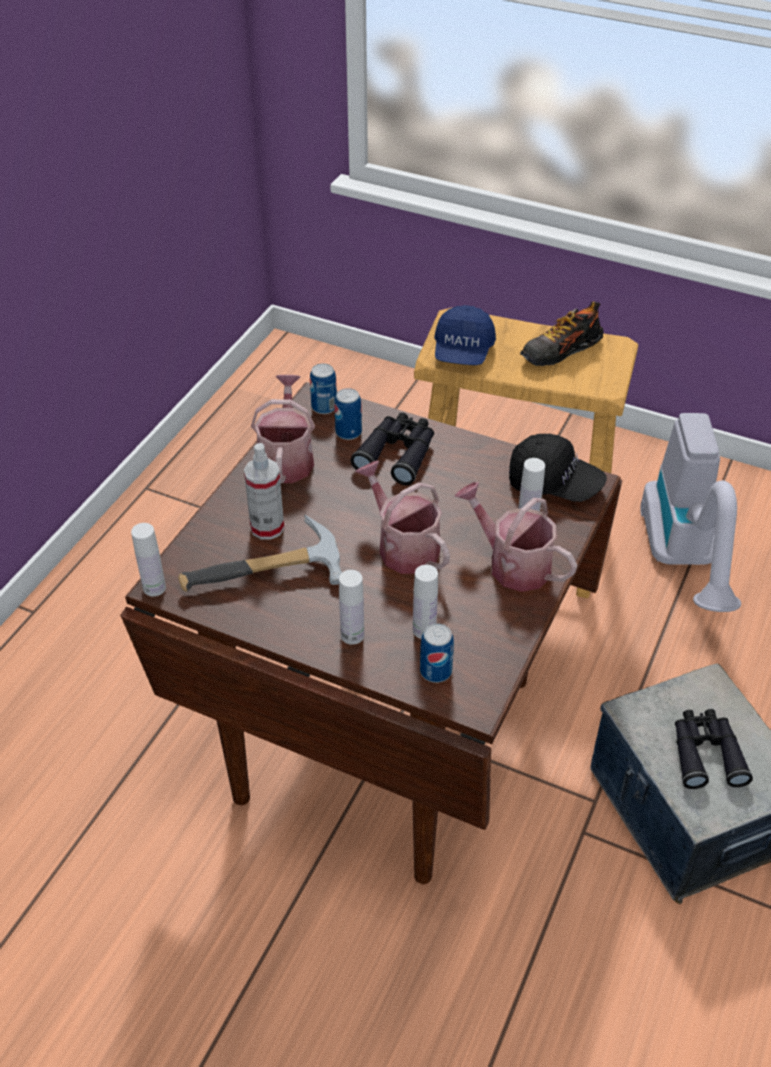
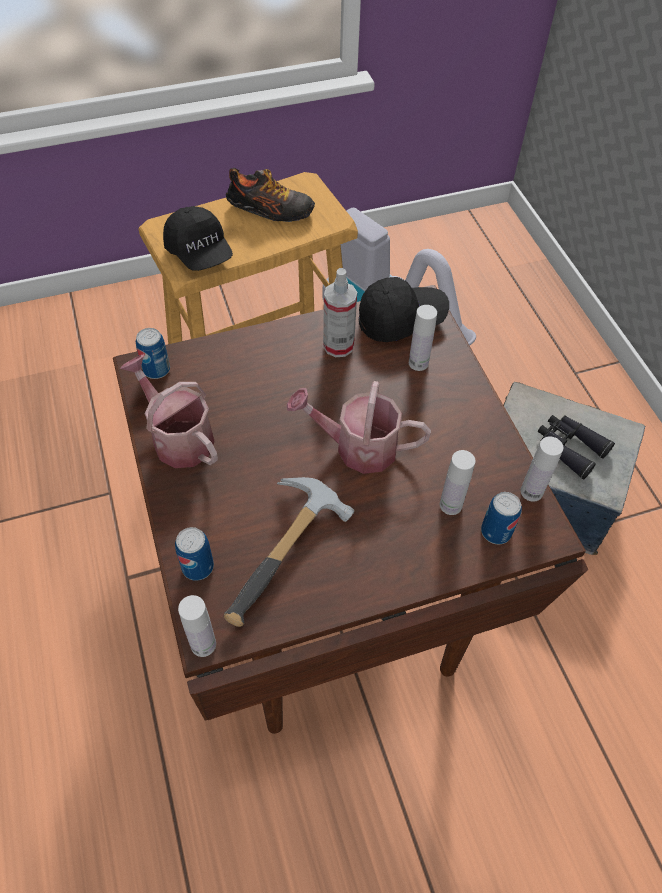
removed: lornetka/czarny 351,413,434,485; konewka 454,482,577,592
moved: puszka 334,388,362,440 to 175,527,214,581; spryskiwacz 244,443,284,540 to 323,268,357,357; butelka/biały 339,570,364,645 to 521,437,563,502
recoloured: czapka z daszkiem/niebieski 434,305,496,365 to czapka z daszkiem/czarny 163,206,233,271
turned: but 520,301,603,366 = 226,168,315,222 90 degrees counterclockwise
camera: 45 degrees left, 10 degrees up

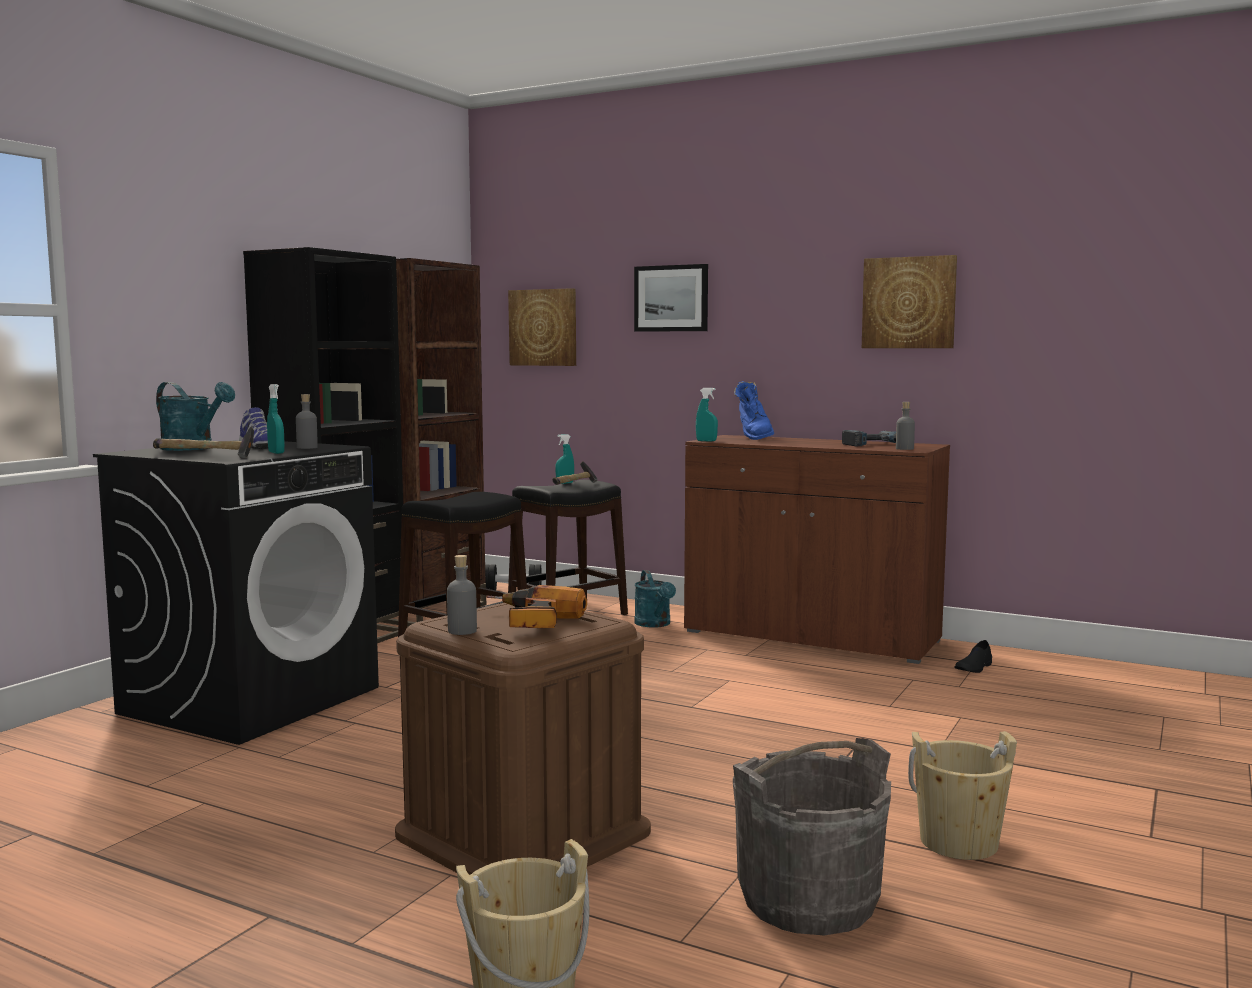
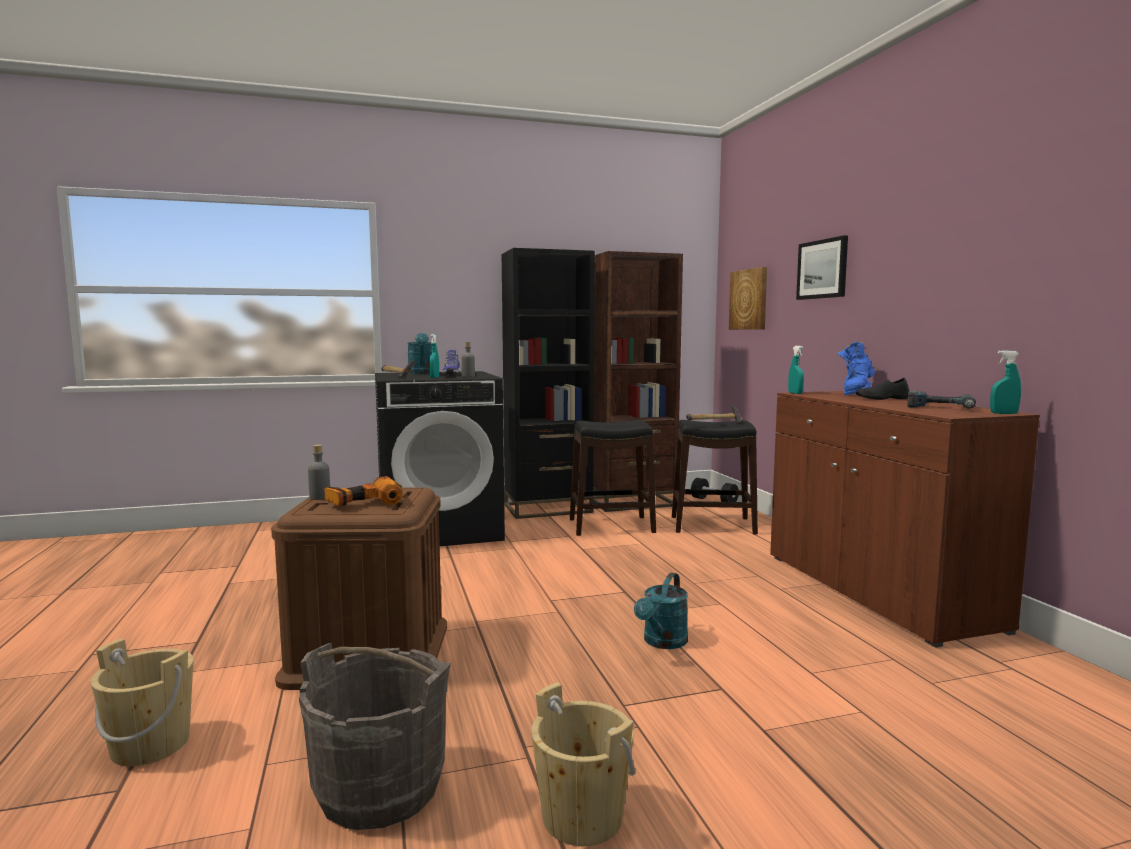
removed: obraz 862,255,957,348; butelka/szary 896,402,915,450
moved: spryskiwacz/turkusowy 555,434,574,484 to 990,350,1021,414; konewka/turkusowy 634,570,676,628 to 634,573,688,649; but/czarny 954,640,992,673 to 856,378,909,400
camera: 45 degrees right, 0 degrees up

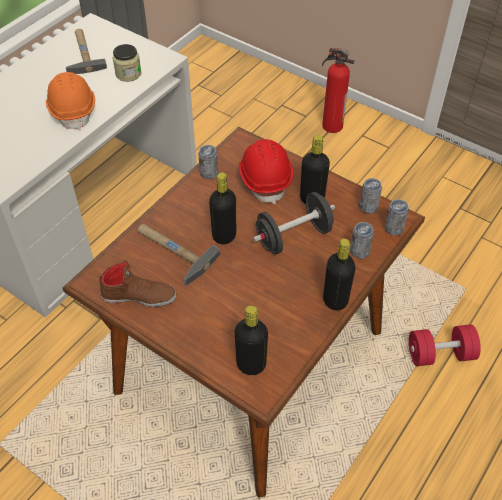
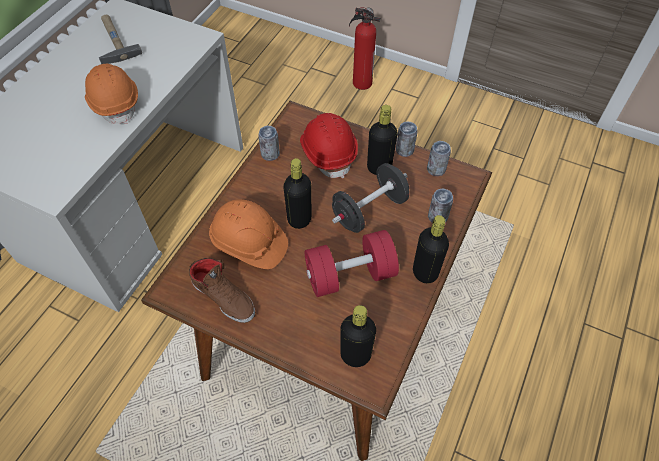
removed: słoik 113,44,141,82
moved: puszka 384,199,409,235 to 396,122,418,157; hantel/czerwony 409,324,481,366 to 305,230,399,297
replaced: młotek 138,224,220,286 to kask/pomarańczowy 209,199,288,269
turned: but/brązowy 99,260,176,307 = 189,258,255,323 45 degrees clockwise
camera: 10 degrees left, 5 degrees up

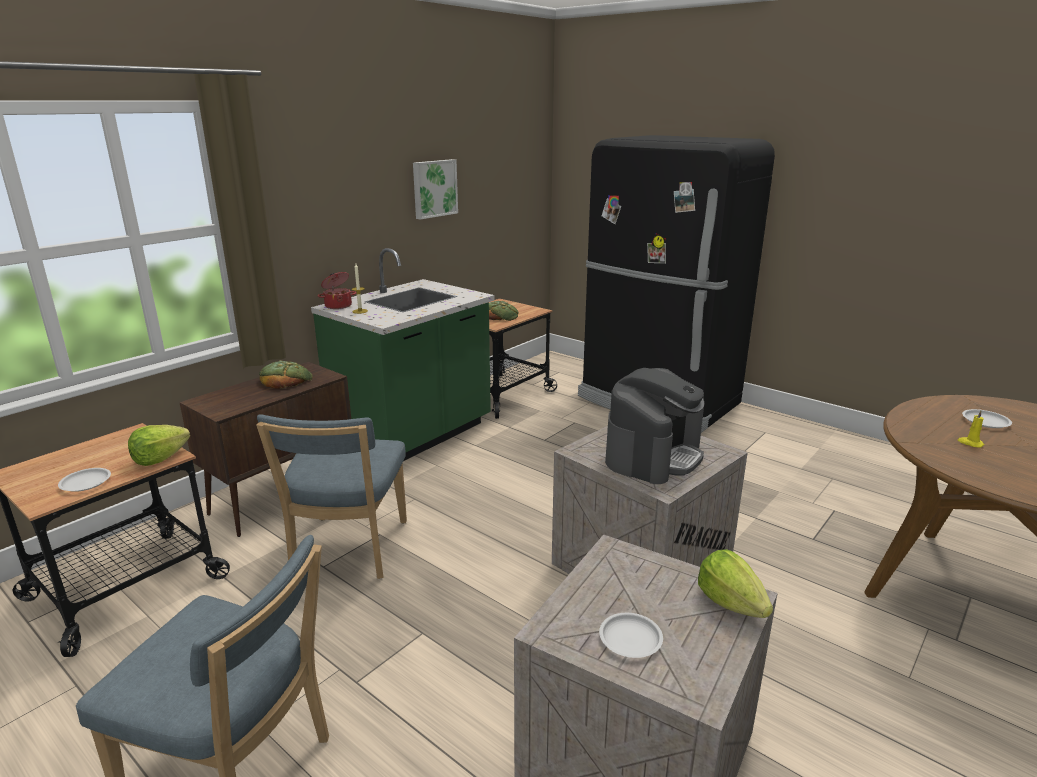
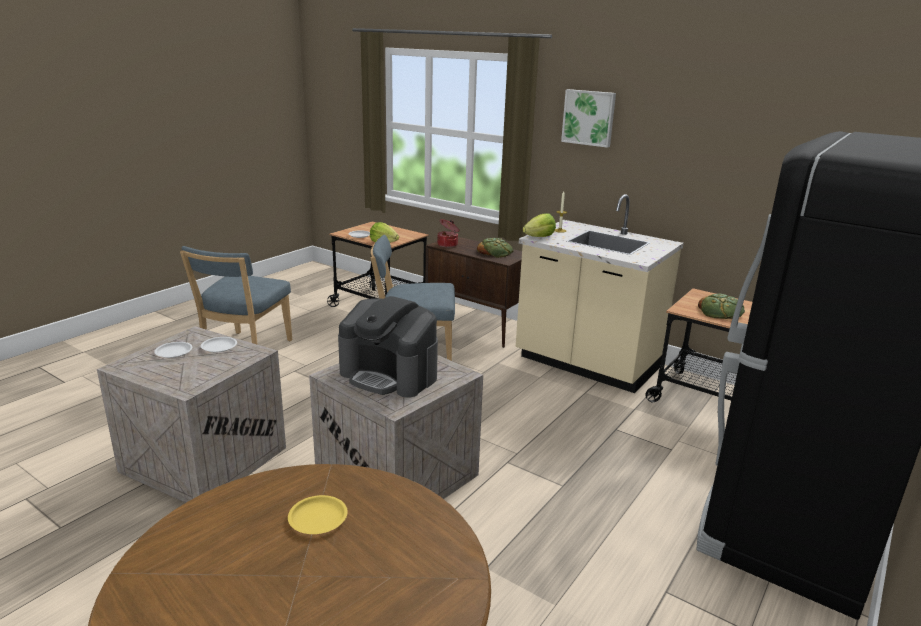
moved: obraz 413,159,458,220 to 561,89,616,148; garnek 318,272,356,309 to 437,219,459,248; talerz/biały 962,409,1012,428 to 201,337,237,352; sałata 698,549,773,618 to 523,213,556,237
replaced: świeca/żółty 958,410,985,448 to talerz/żółty 288,495,348,534
recoloured: zabudowa kuchenna/zielony 311,248,494,461 to zabudowa kuchenna/beżowy 516,194,684,393
camera: 85 degrees right, 0 degrees up

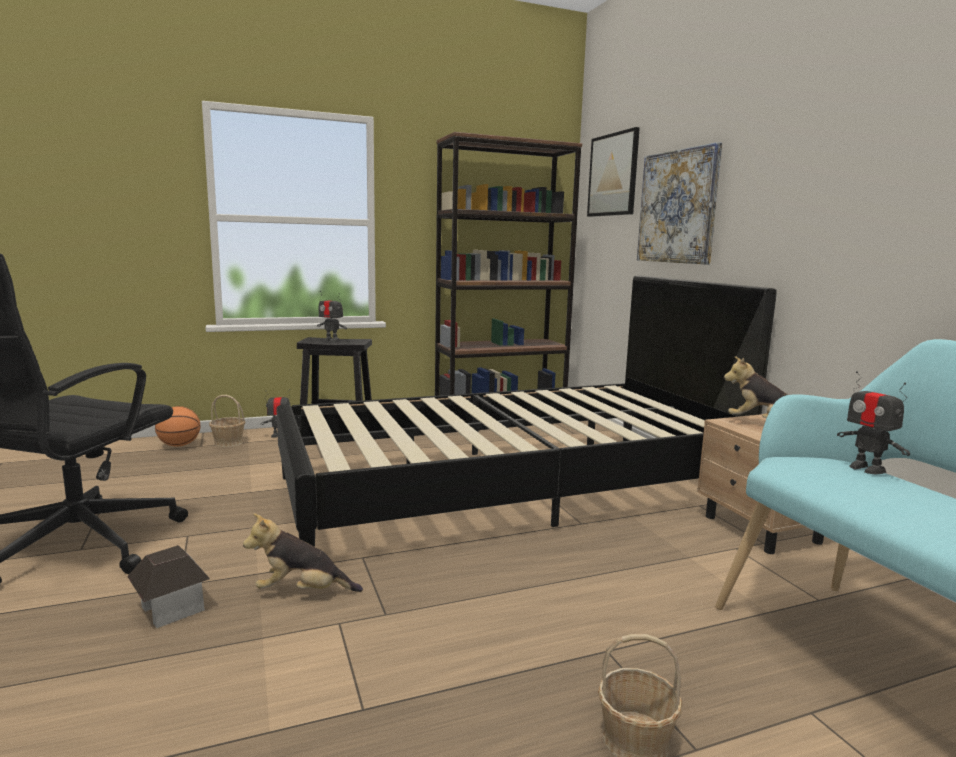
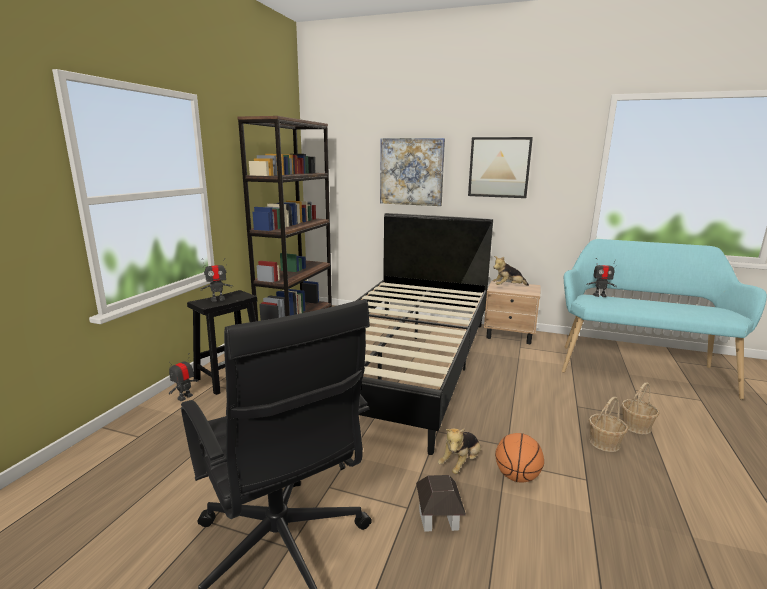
moved: obraz 587,127,640,217 to 468,137,533,198; koszyk 209,395,245,447 to 589,397,628,452; piłka do koszykówki 155,406,200,447 to 495,433,544,483
camera: 50 degrees left, 5 degrees up

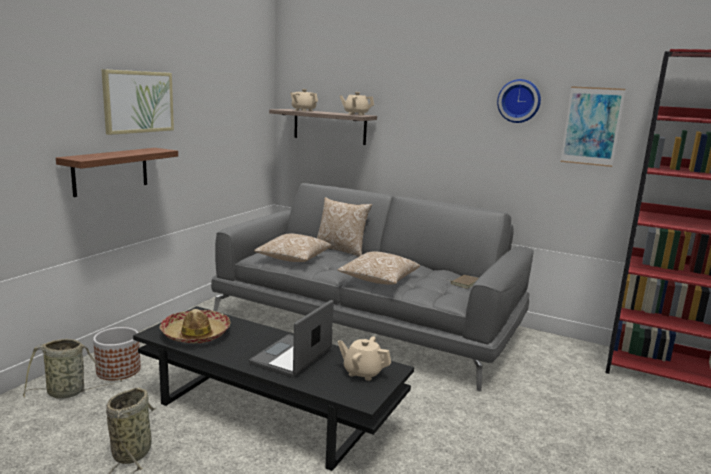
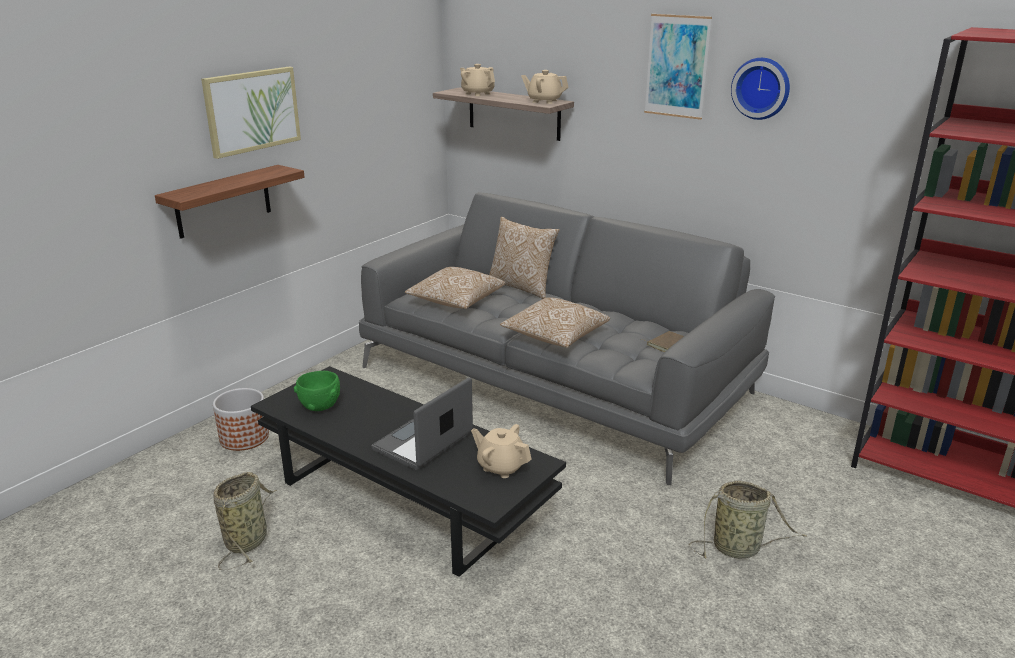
moved: obraz 560,86,625,167 to 644,14,712,120; koszyk 23,338,123,399 to 689,481,806,559
replaced: kapelusz 159,309,231,343 to miska/zielony 294,371,340,411
camera: 10 degrees right, 10 degrees up

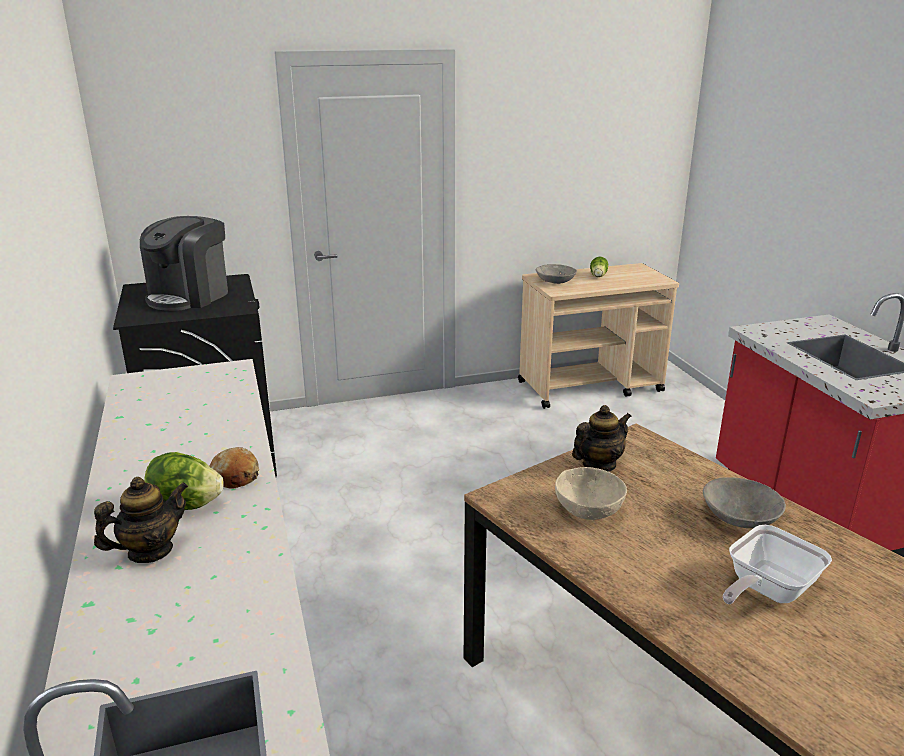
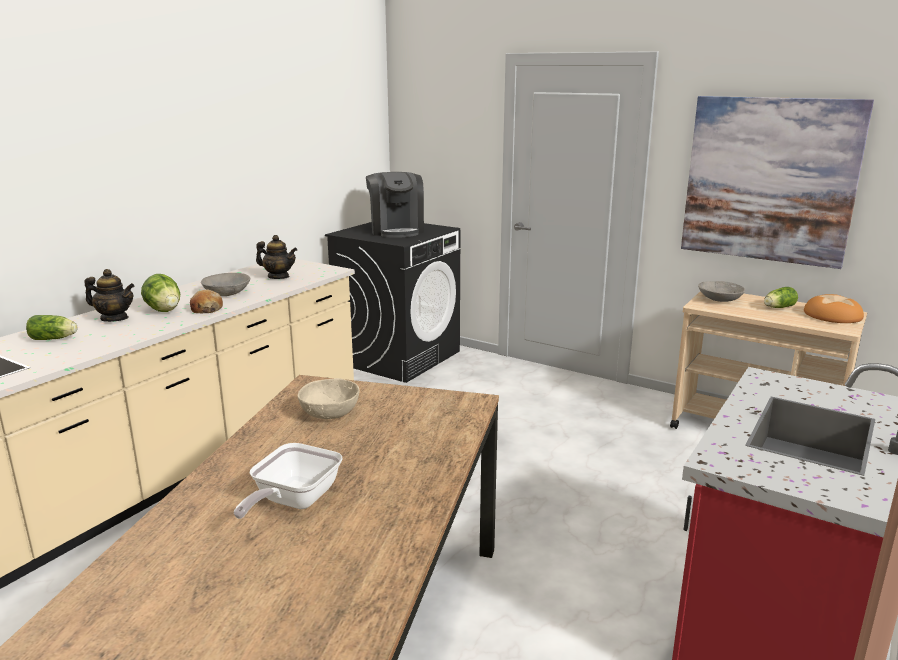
added: obraz 681,96,874,269; chleb 804,294,864,323; sałata 26,315,77,340
moved: imbryk 572,405,632,472 to 256,235,297,279; miska/szary 703,477,786,528 to 201,273,250,296
turned: ekspres do kawy 140,216,228,311 = 366,172,424,238 90 degrees counterclockwise; patelnia 723,525,832,604 = 234,443,342,519 75 degrees counterclockwise
camera: 50 degrees right, 5 degrees down

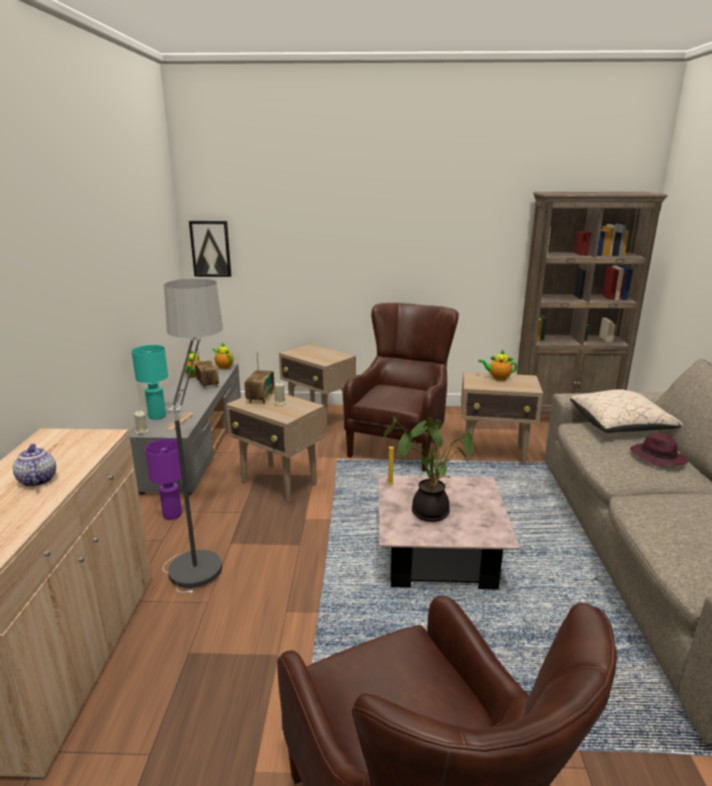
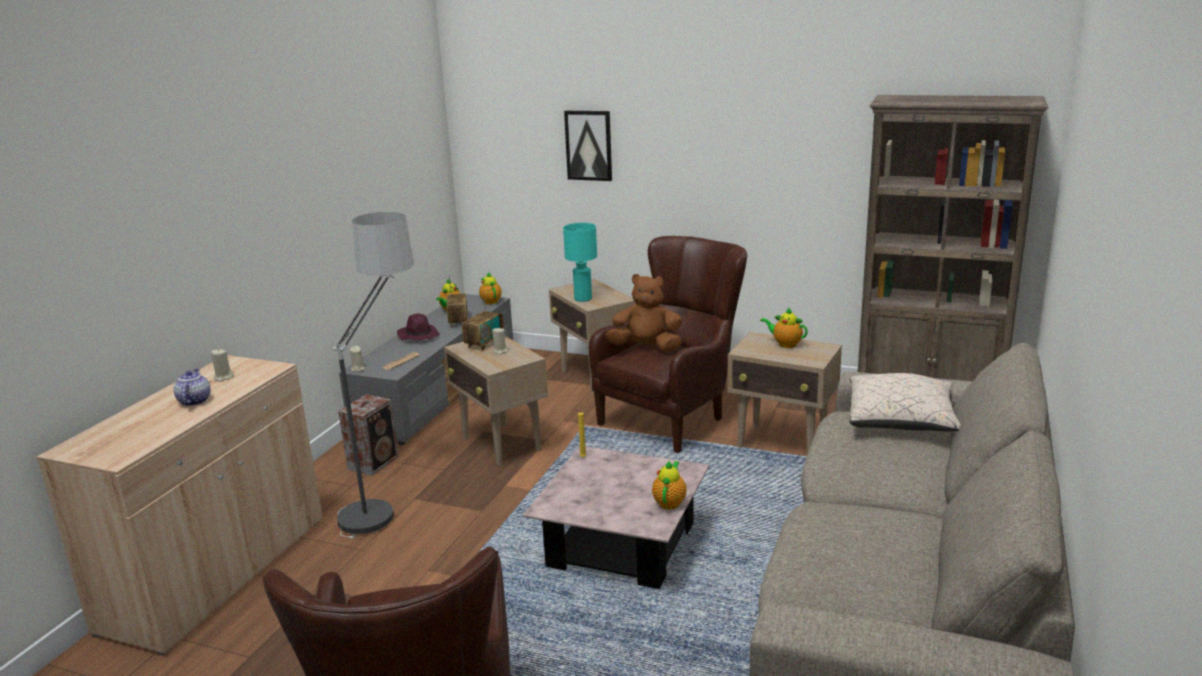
removed: roślina doniczkowa 384,414,473,522
added: pluszak/brązowy 605,274,682,352; świeca/beżowy 211,349,234,382; imbryk 652,460,687,509
moved: obraz 189,221,231,277 to 564,111,612,181; lampa stołowa/turkusowy 131,345,168,420 to 563,223,597,302; kapelusz/fioletowy 630,433,688,466 to 397,313,440,340
replaced: lampa stołowa/fioletowy 145,439,182,520 to głośnik 338,394,399,476
camera: 20 degrees right, 0 degrees up

